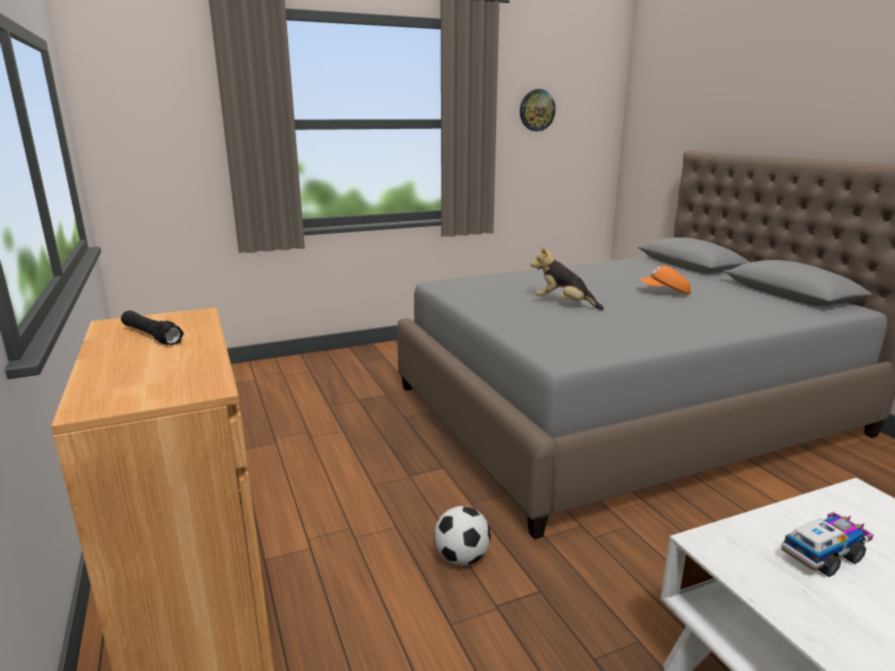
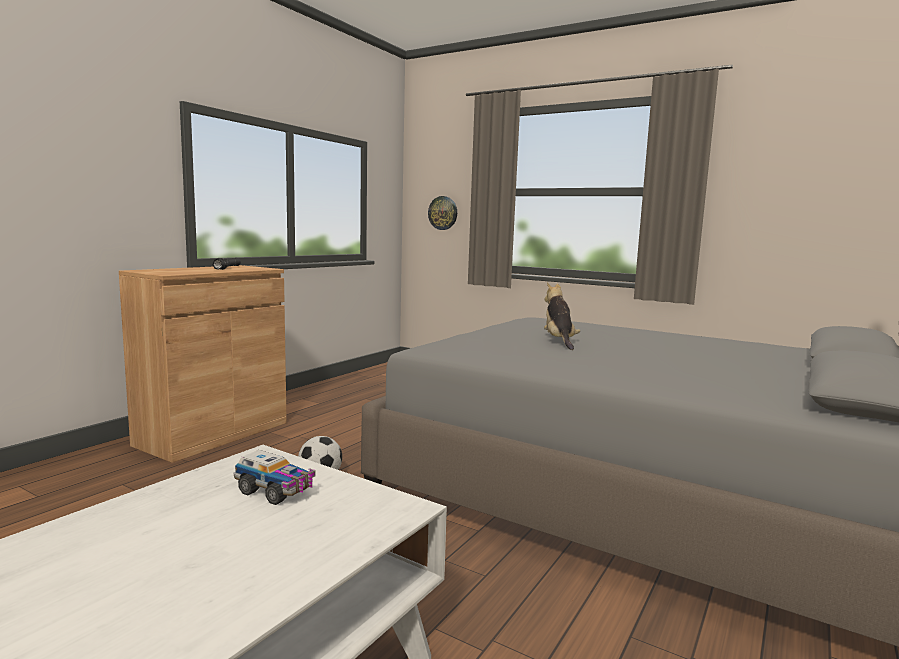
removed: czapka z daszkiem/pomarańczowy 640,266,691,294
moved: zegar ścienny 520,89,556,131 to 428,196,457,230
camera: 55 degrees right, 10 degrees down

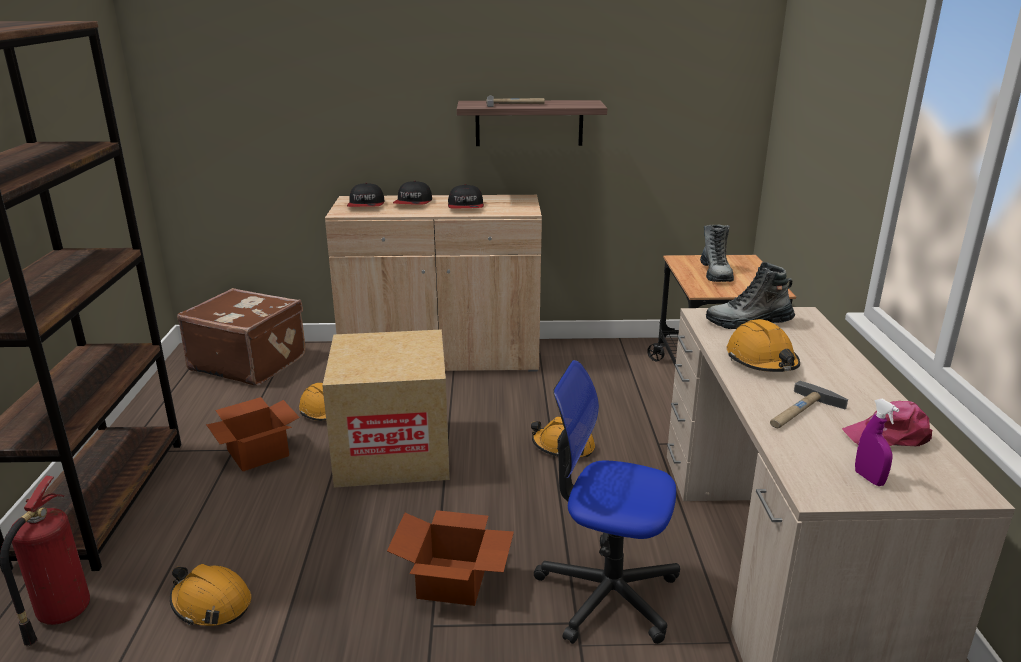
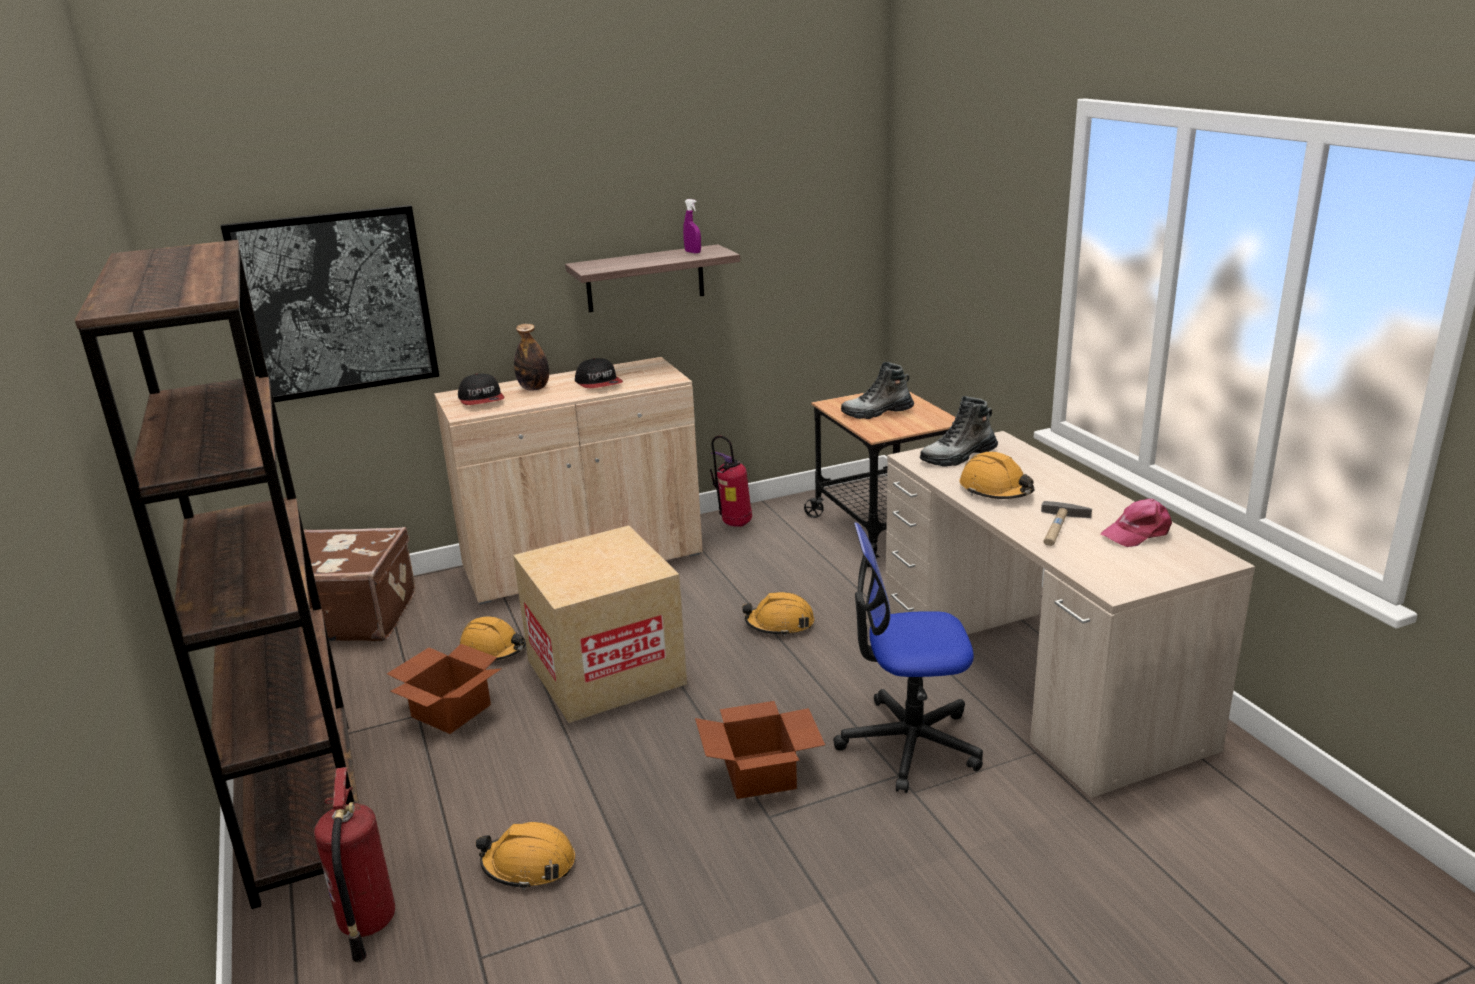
removed: młotek 486,95,545,107
added: obraz 220,205,439,402; gaśnica 710,436,752,527
moved: spryskiwacz/fioletowy 855,399,899,486 to 683,199,701,253
replaced: czapka z daszkiem 393,181,432,205 to butelka 514,324,549,391
turned: but z cholewką 700,224,734,282 = 841,362,914,419 105 degrees clockwise
camera: 20 degrees left, 0 degrees up

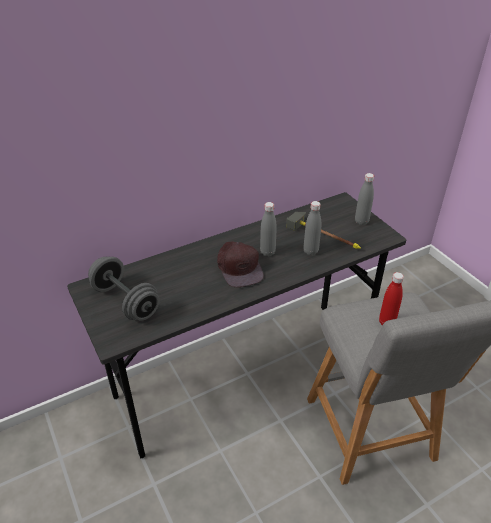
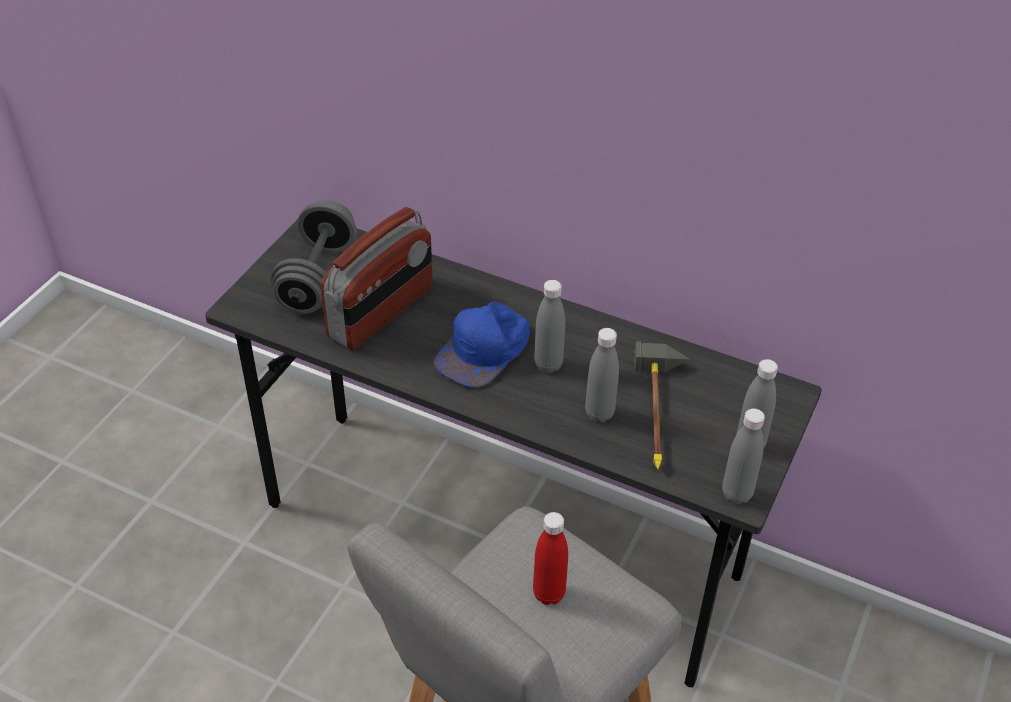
added: radio 320,207,433,350; butelka/szary 722,408,765,504
recoloured: czapka z daszkiem/brązowy 217,241,264,287 to czapka z daszkiem/niebieski 433,301,530,388
camera: 55 degrees right, 5 degrees up

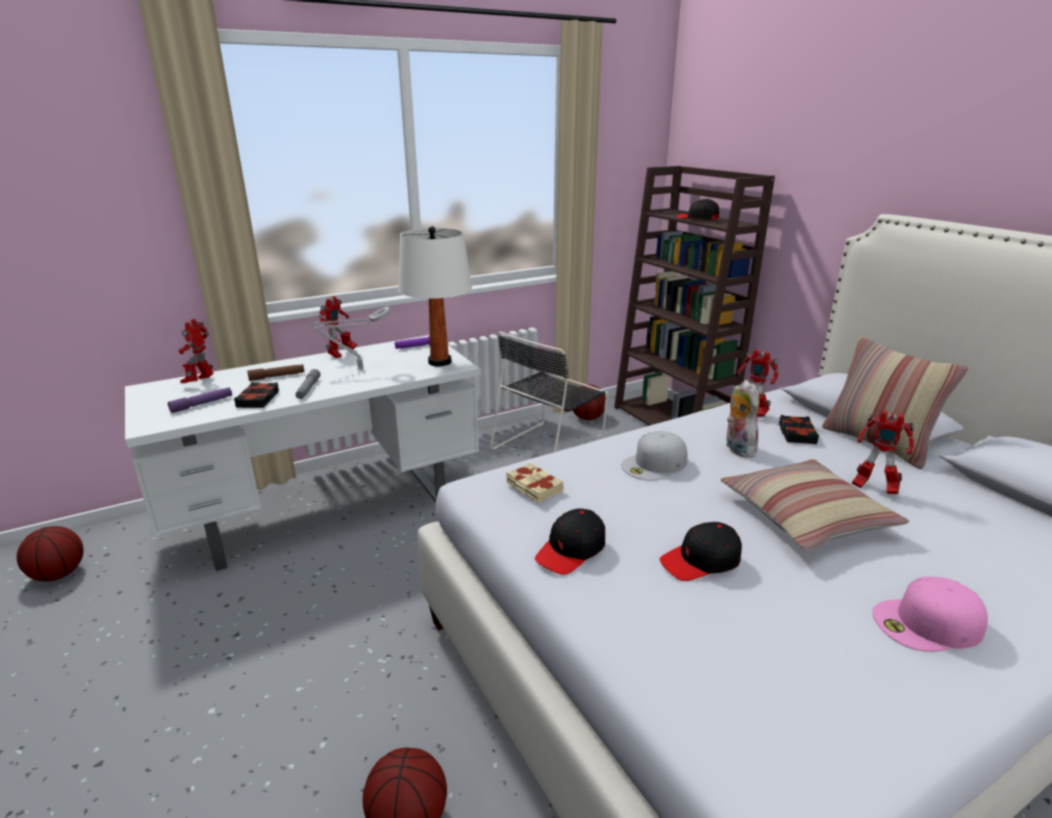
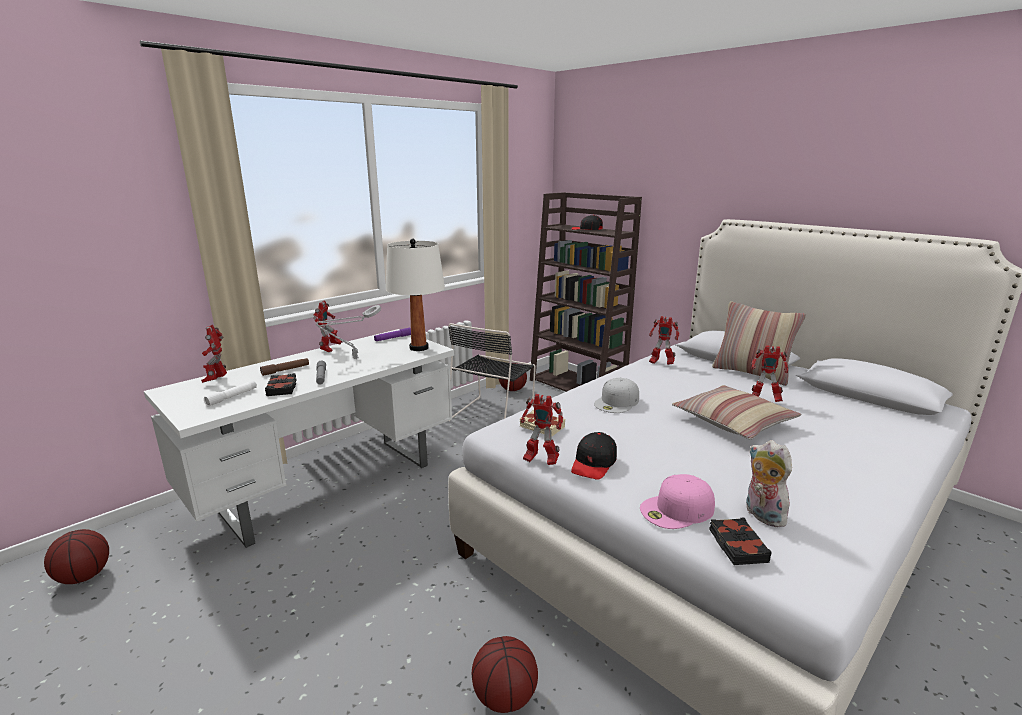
removed: czapka z daszkiem/czarny 660,522,742,581
added: robot zabawkowy 520,394,563,465
moved: pluszak 726,380,760,458 to 746,440,792,527; książka/czarny 779,415,819,444 to 709,517,772,565; czapka z daszkiem/różowy 872,576,988,652 to 640,474,715,529
recoloured: latarka/fioletowy 168,387,232,413 to latarka/biały 204,381,257,406
camera: 15 degrees left, 5 degrees down

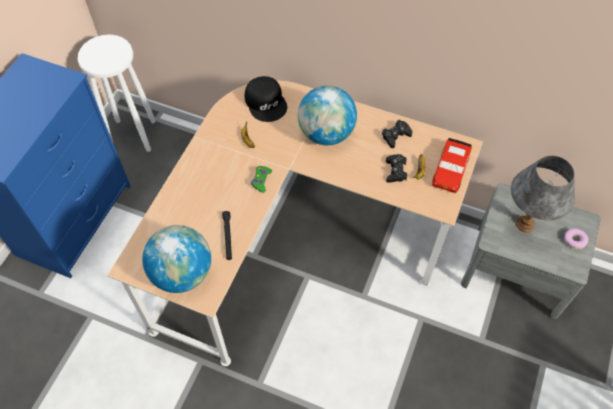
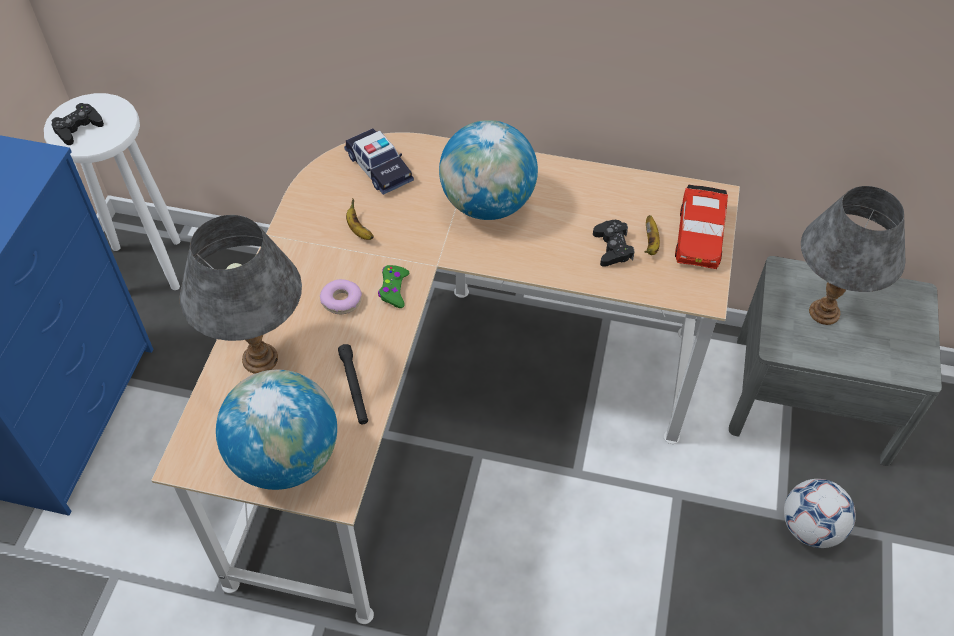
added: lampa stołowa/szary 179,215,302,374; piłka futbolowa 784,479,856,548
moved: pad do gier/czarny 382,120,412,148 to 51,103,104,145; donut 564,228,588,249 to 320,279,362,314
replaced: czapka z daszkiem/czarny 245,76,287,122 to samochodzik 344,128,414,195
camera: 10 degrees left, 5 degrees down

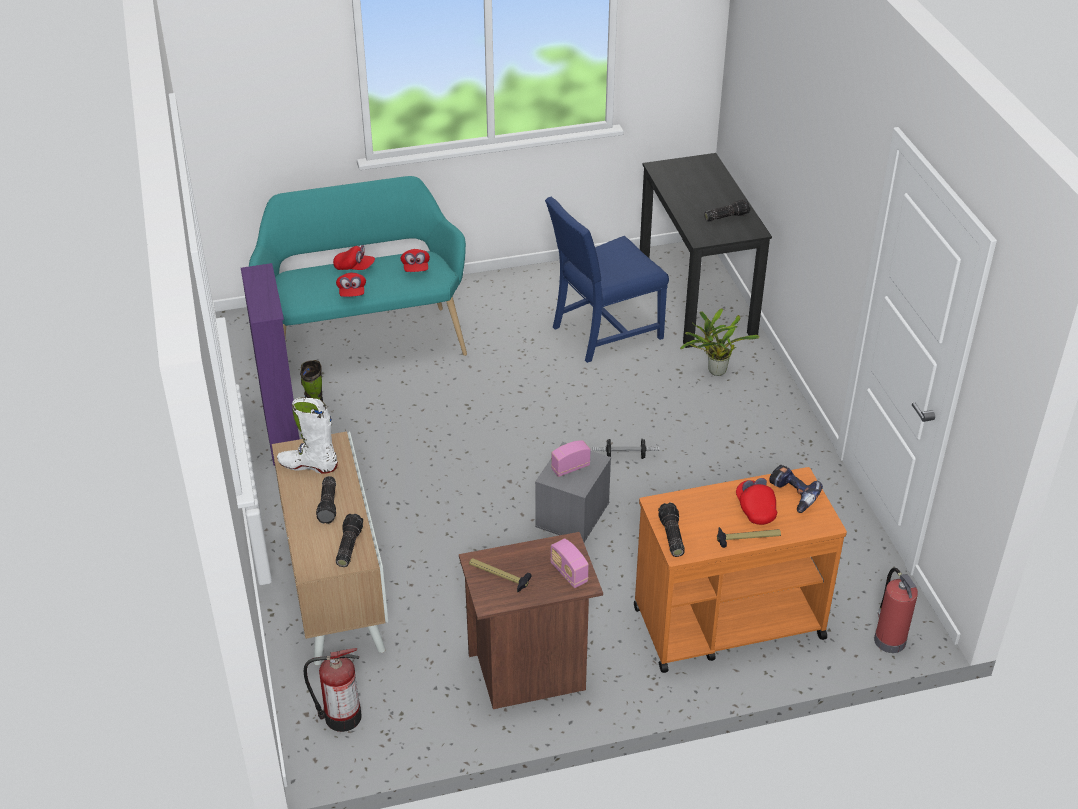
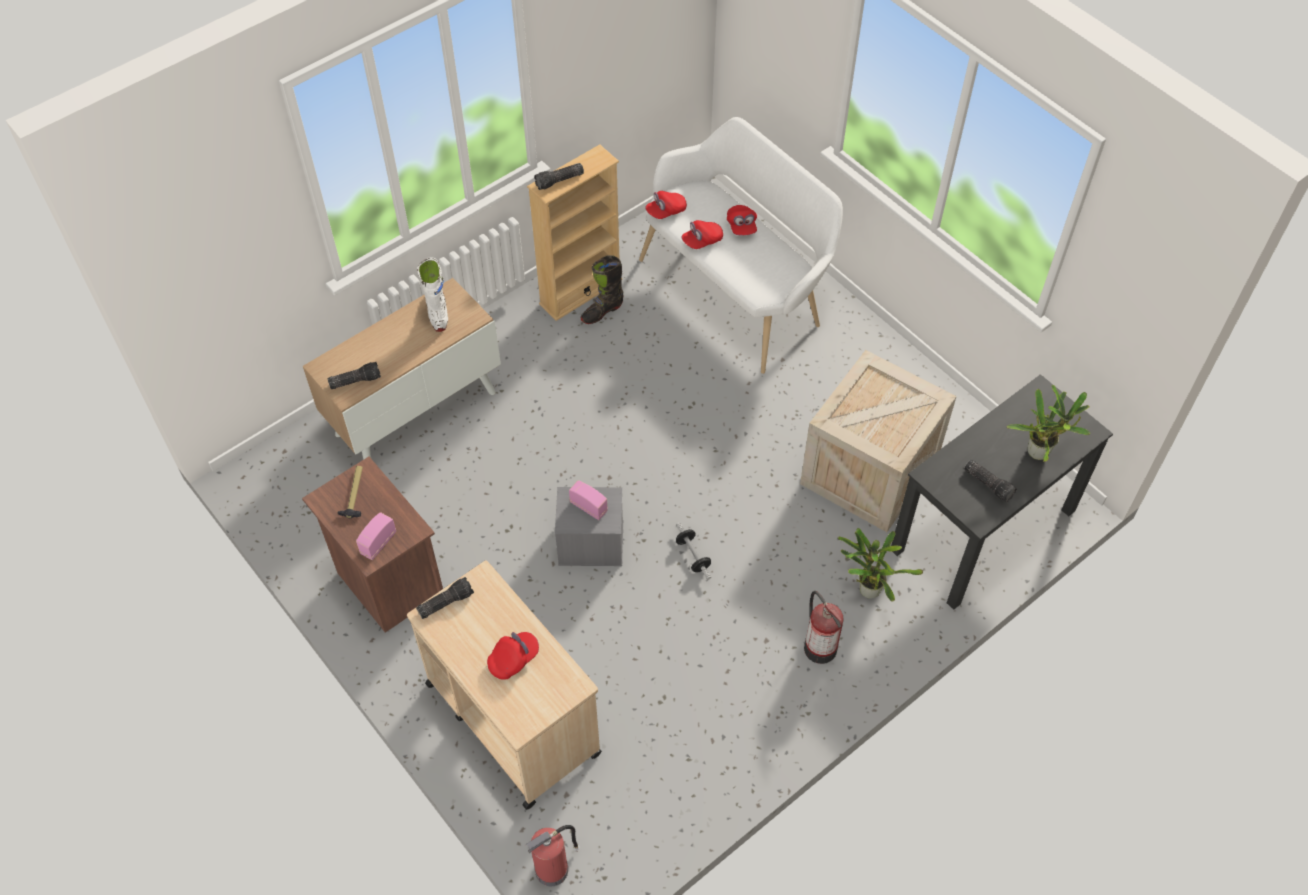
removed: wiertarka 769,465,823,513; młotek 717,527,781,548
added: roślina doniczkowa 1007,385,1091,462
moved: czapka z daszkiem/czerwony 400,249,430,272 to 645,191,687,219; latarka 316,476,336,524 to 534,163,584,190; gaśnica 303,648,362,732 to 804,591,844,664
replaced: krzesło/niebieski 545,197,669,363 to skrzynka 800,350,957,532
recoloured: ławka/turkusowy 249,176,467,356 to ławka/biały 639,117,843,374; regał/fioletowy 241,263,300,466 to regał/beżowy 527,144,622,321; wózek/pomarańczowy 634,467,847,673 to wózek/beżowy 407,560,602,810
camera: 65 degrees right, 15 degrees up

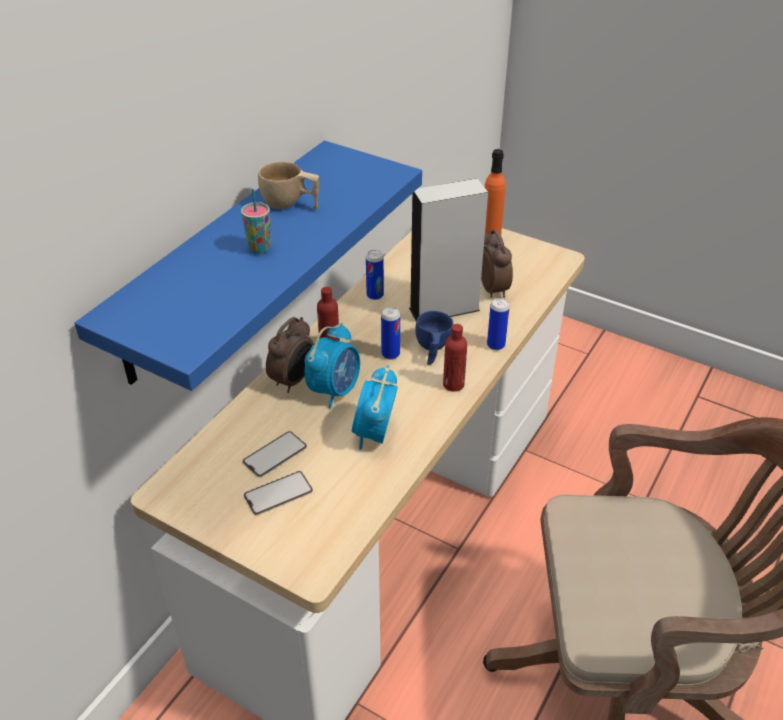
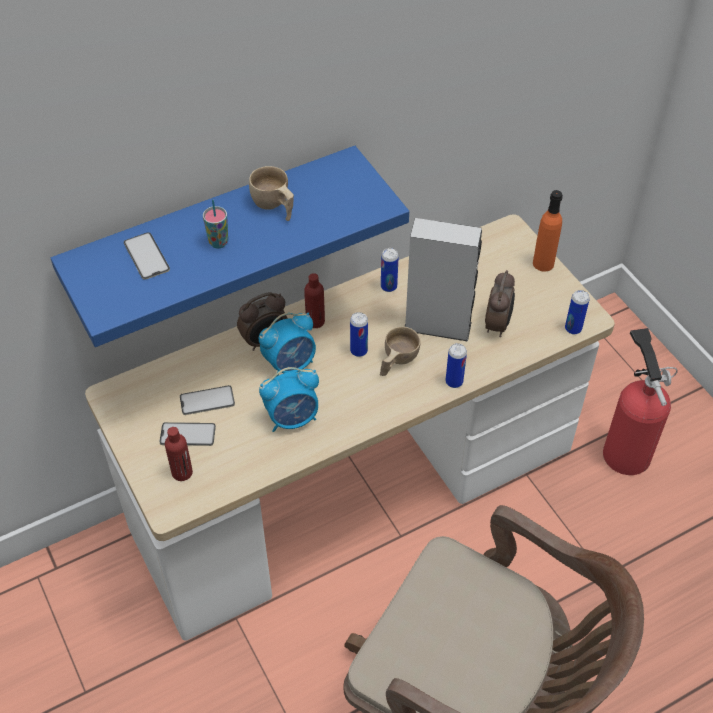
added: telefon 124,232,170,280; puszka 565,290,590,334; gaśnica 603,328,678,475
moved: butelka/czerwony 443,324,467,392 to 165,427,193,481
recoloured: filiżanka/niebieski 415,311,453,365 to filiżanka/beżowy 380,327,421,376
turned: budzik 352,365,398,450 = 259,367,319,432 150 degrees counterclockwise
camera: 30 degrees right, 10 degrees up

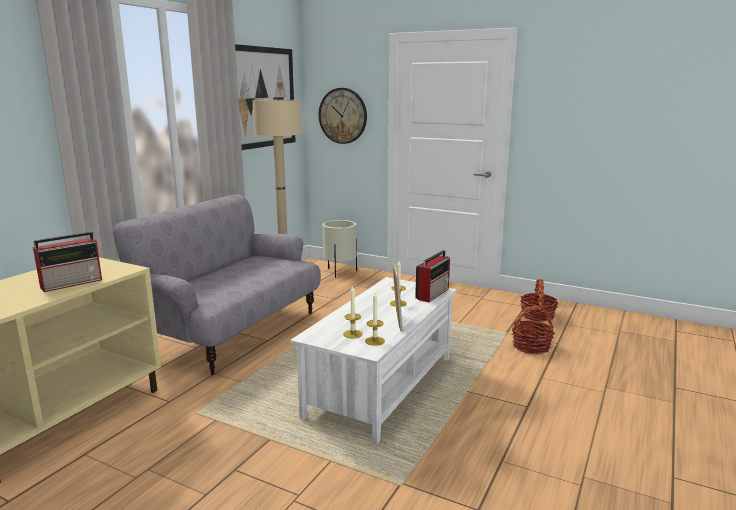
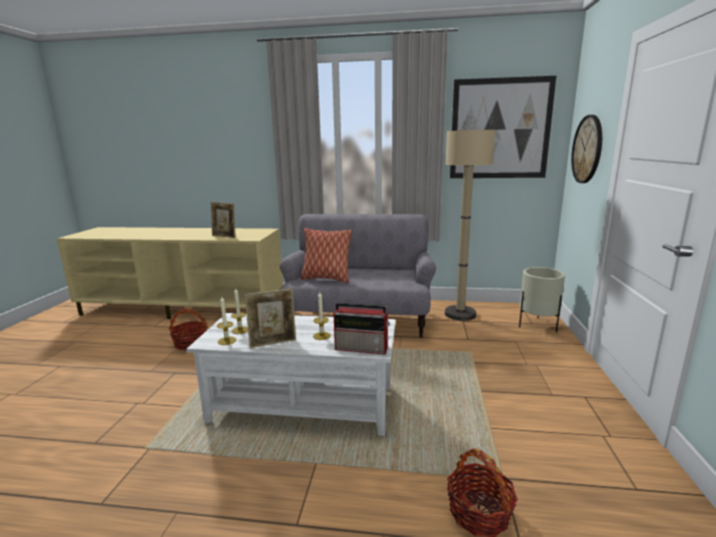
added: poduszka 301,228,352,283
moved: koszyk 520,279,558,322 to 169,309,207,350
replaced: radio 33,232,102,292 to ramka na zdjęcie 211,202,236,238
camera: 70 degrees right, 0 degrees up

